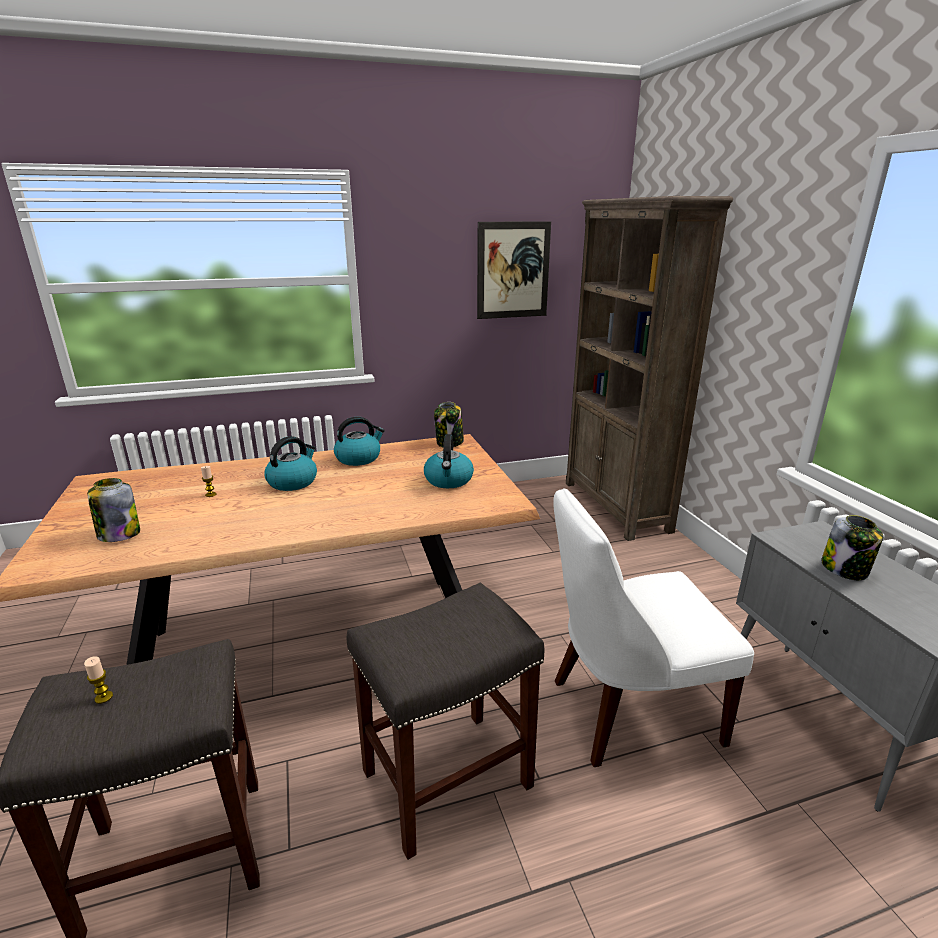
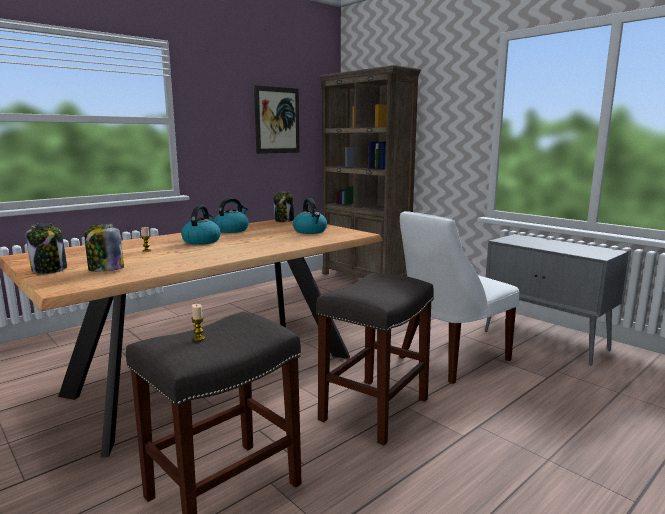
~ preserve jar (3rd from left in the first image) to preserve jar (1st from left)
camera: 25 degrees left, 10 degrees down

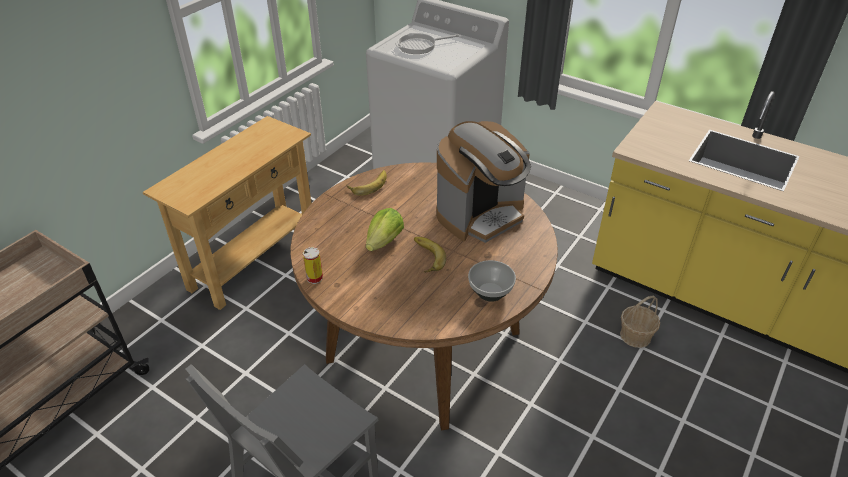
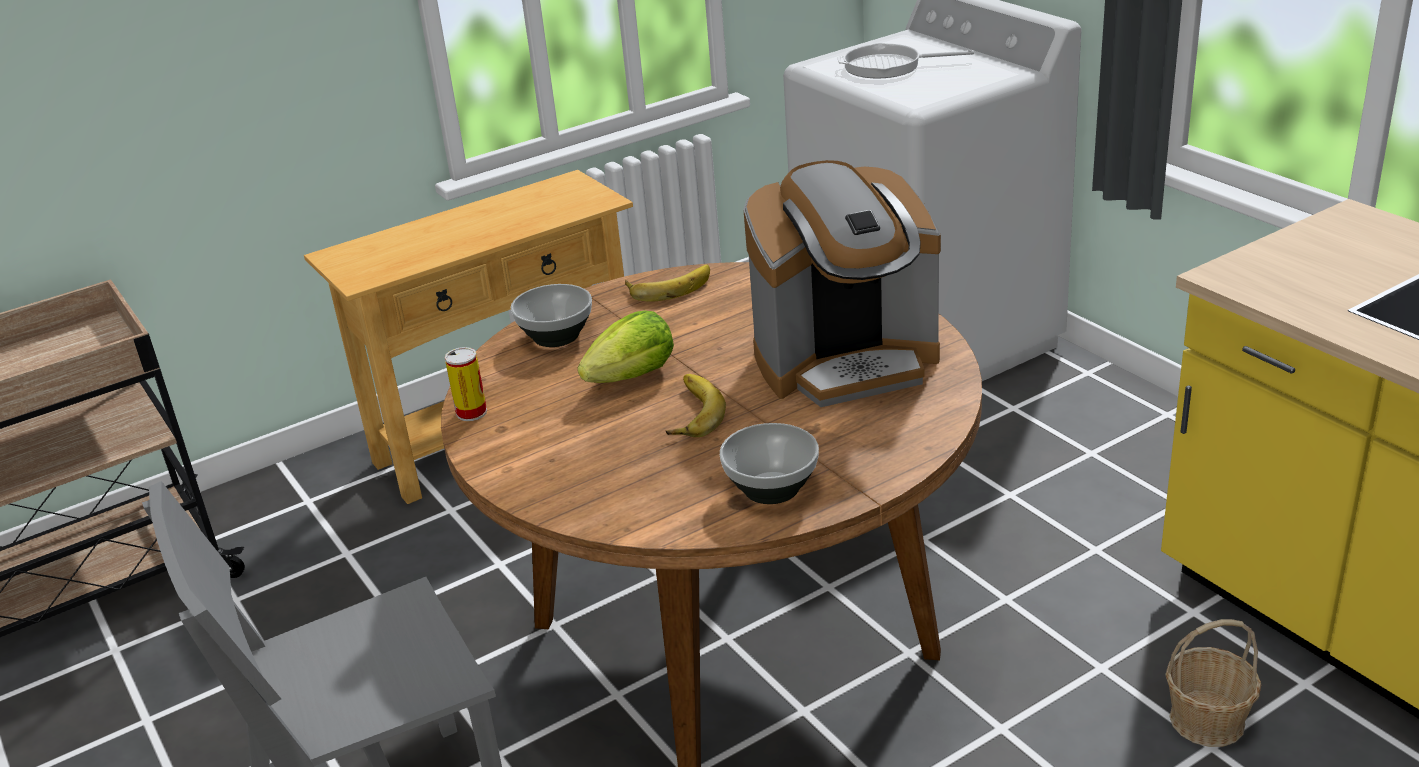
+ deep dish (1st from left)
camera: 25 degrees right, 10 degrees down

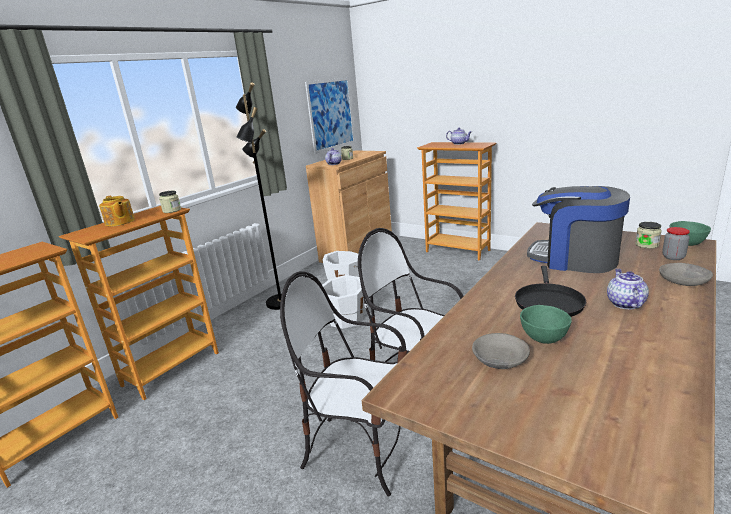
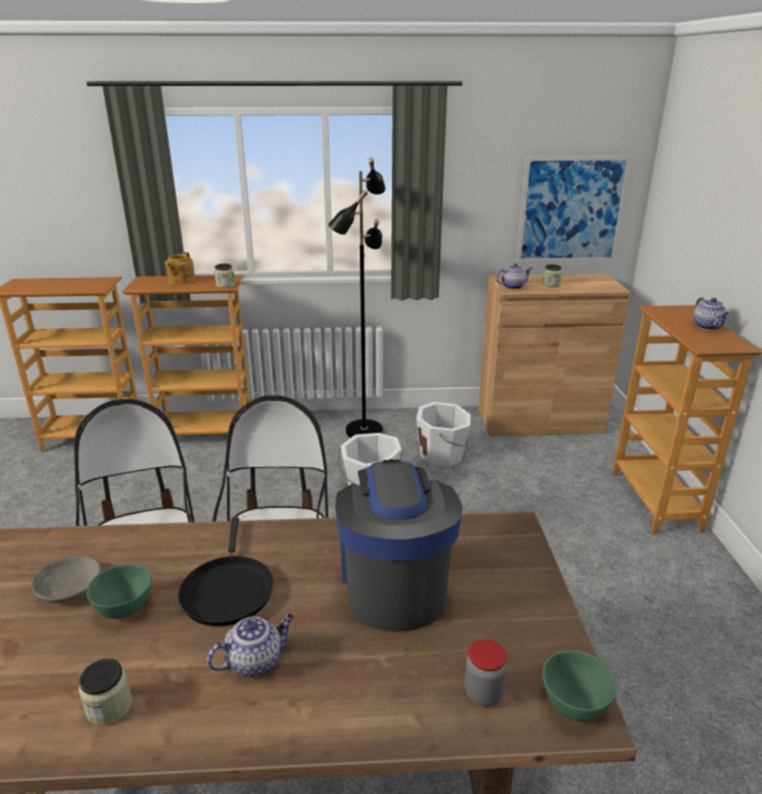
~ pan in black-coloured 75 degrees counterclockwise
~ preserve jar (3rd from left in the first image) to preserve jar (1st from left)
- deep dish in greyish (2nd from left)
camera: 50 degrees right, 5 degrees up

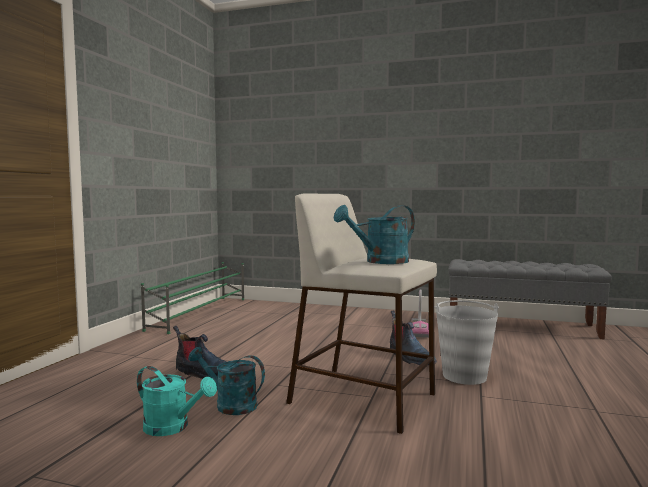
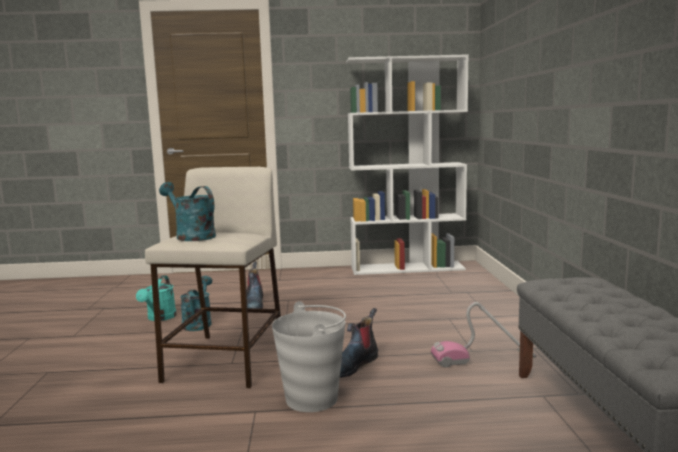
~ shoe shelf in greenish to bookshelf in white
camera: 70 degrees right, 5 degrees up

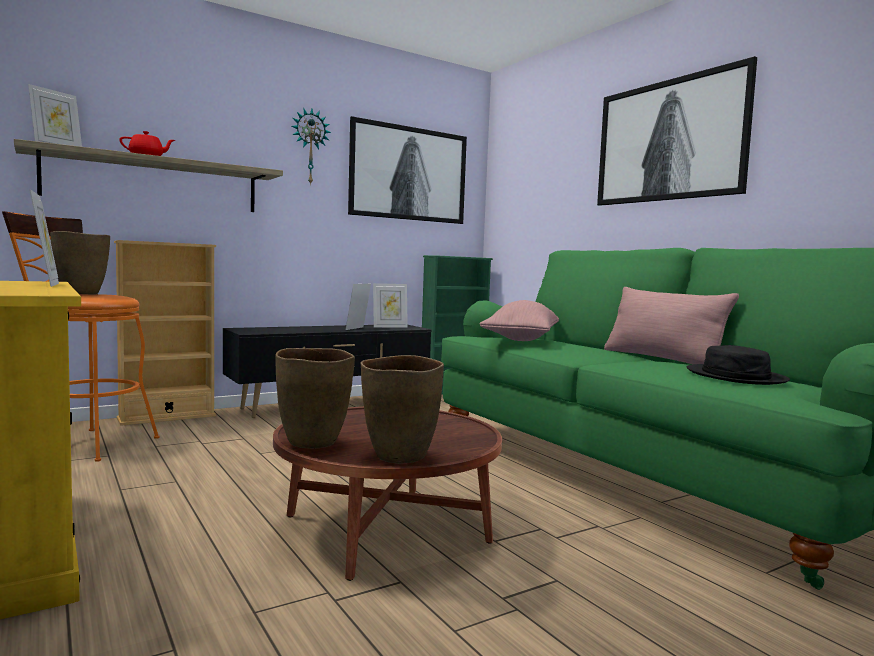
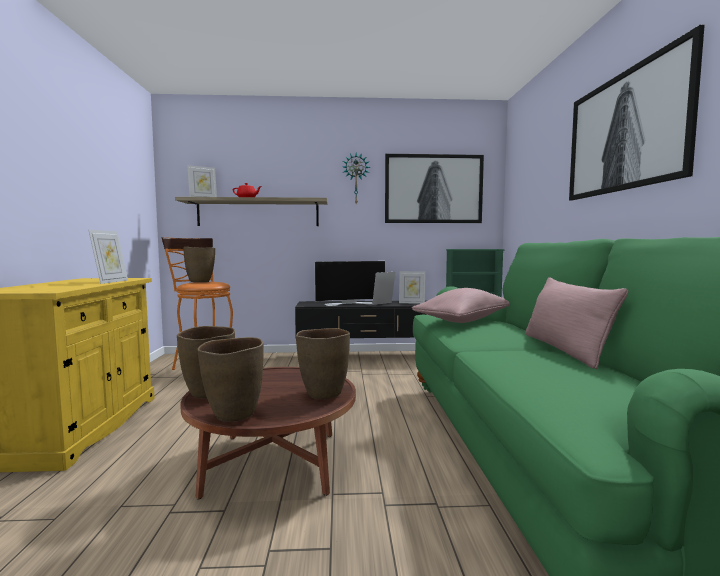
- bookshelf in beige
- wearable hat in black-coloured
+ decorative vase in brown (4th from left)
+ television
camera: 30 degrees right, 0 degrees up

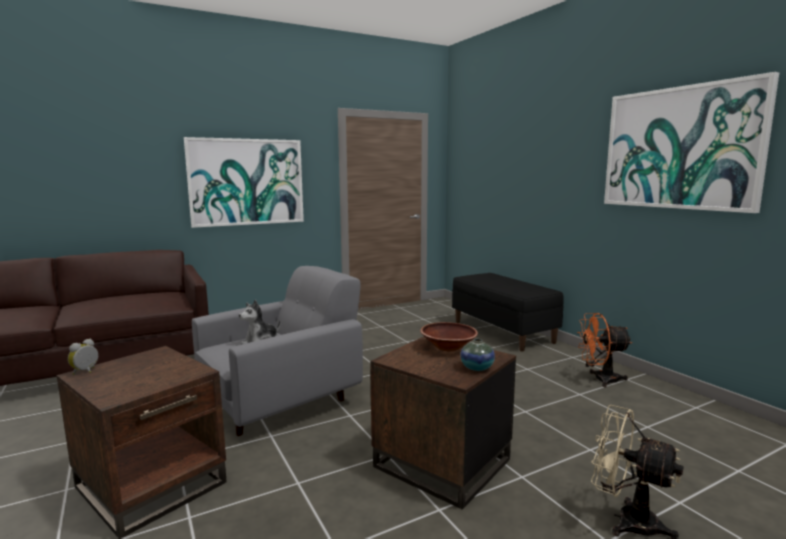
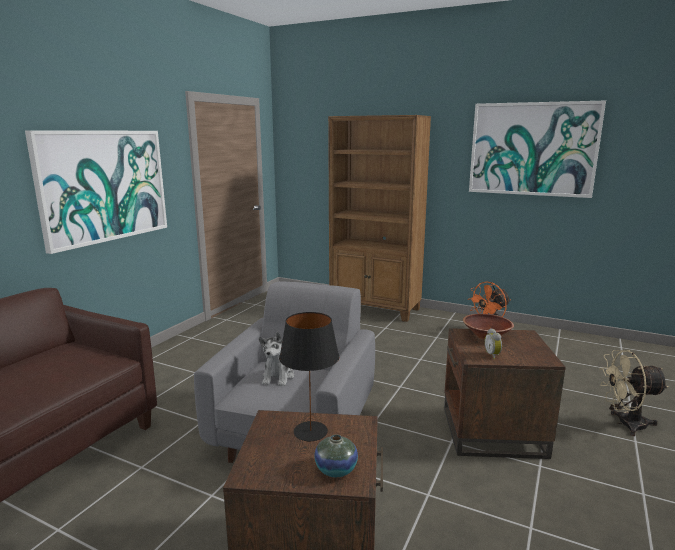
~ alarm clock
~ long seat in black-coloured to bookshelf in brown
~ decorative vase
+ tabletop lamp in black-coloured
camera: 35 degrees left, 5 degrees up

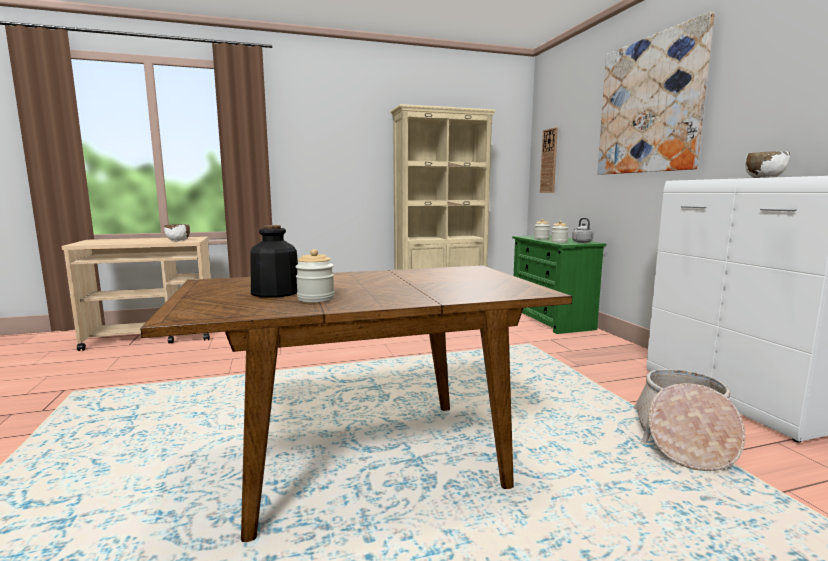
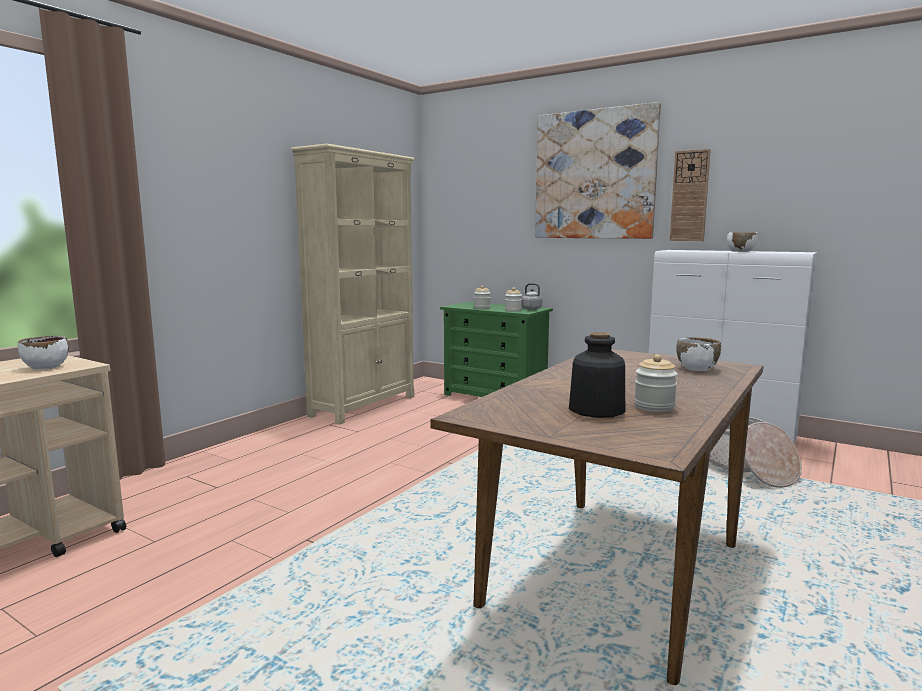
~ clock on the wall
+ deep dish in white (2nd from left)
camera: 40 degrees left, 0 degrees up

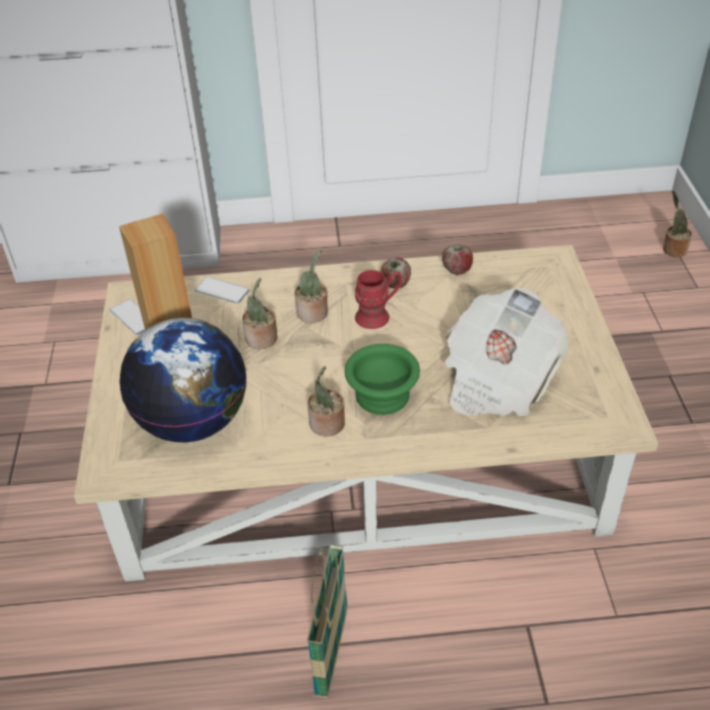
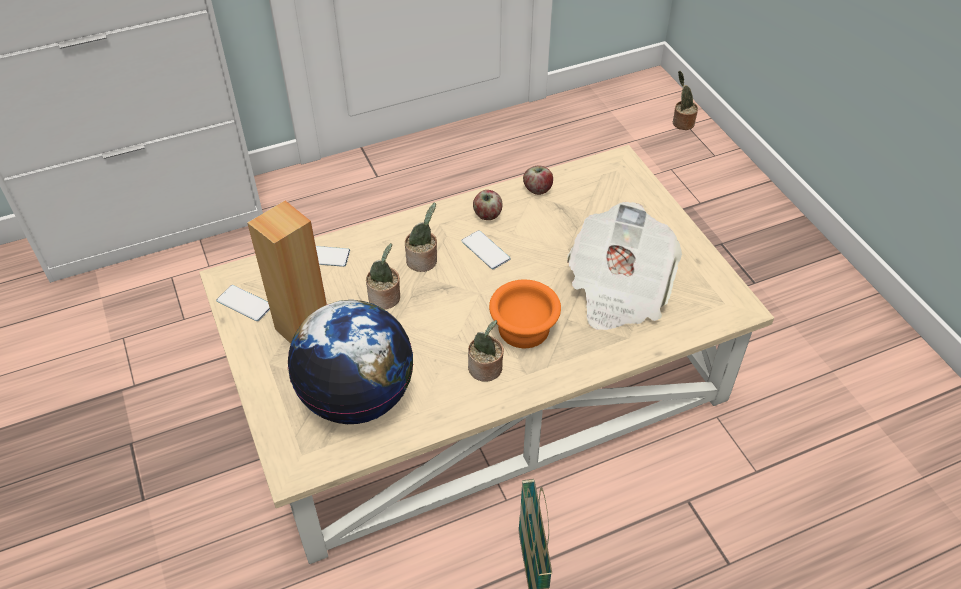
~ deep dish in greenish to deep dish in orangey
~ mug in reddish to phone (3rd from left)
camera: 20 degrees left, 5 degrees up

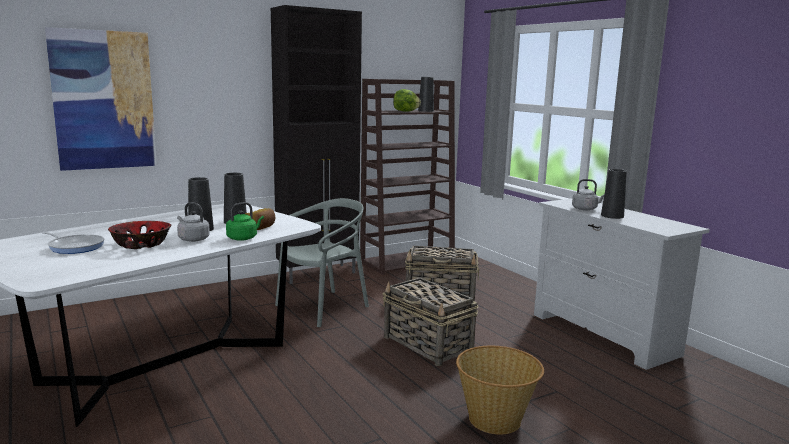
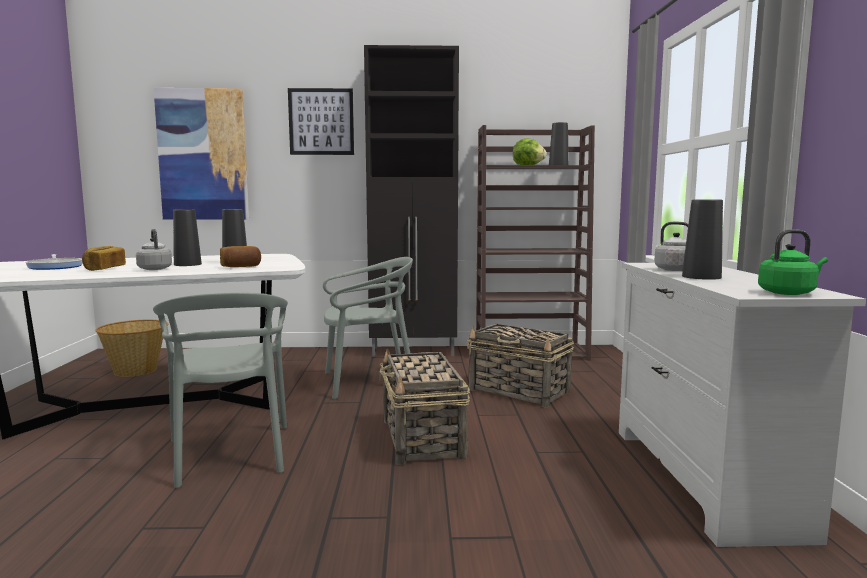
~ deep dish to baked bread (1st from left)
~ kettle in greenish
~ storage basket (3rd from left in the first image) to storage basket (1st from left)
+ chair in greyish (1st from left)
+ picture (2nd from left)
camera: 30 degrees right, 5 degrees down

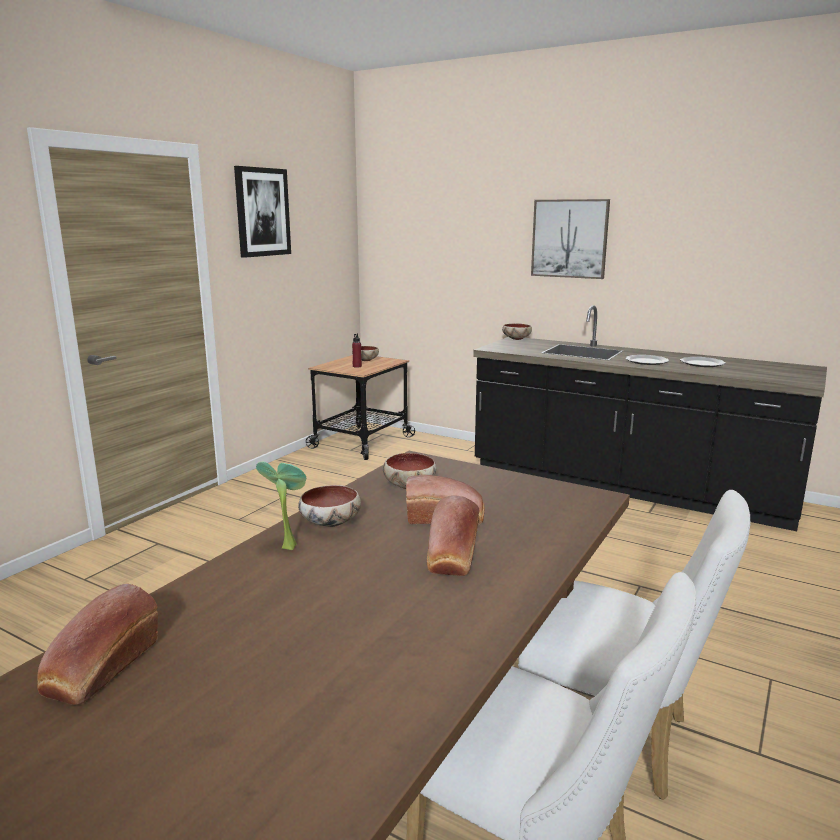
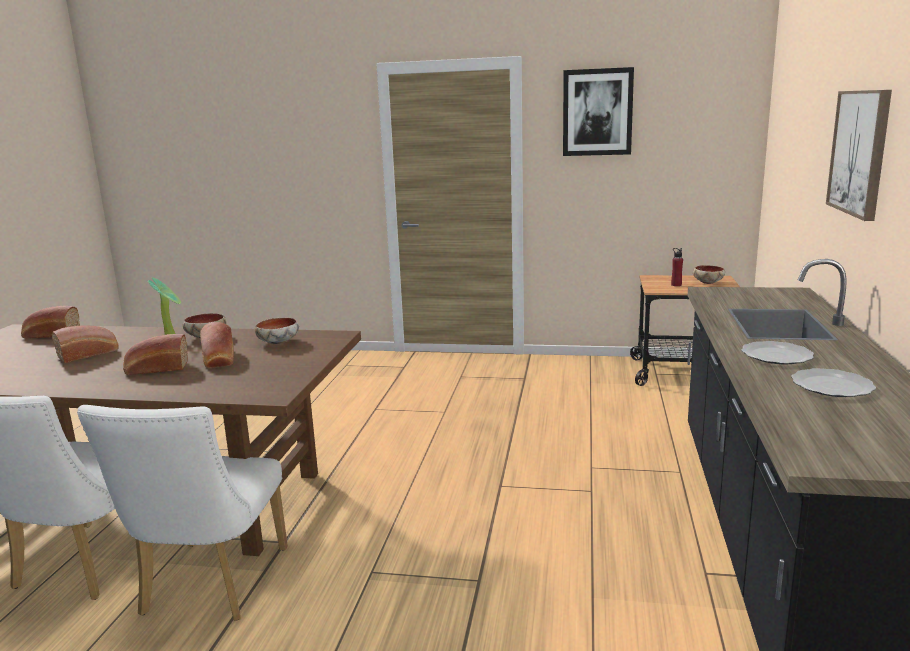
- deep dish (4th from left)
+ baked bread (2nd from left)
camera: 70 degrees right, 0 degrees up

